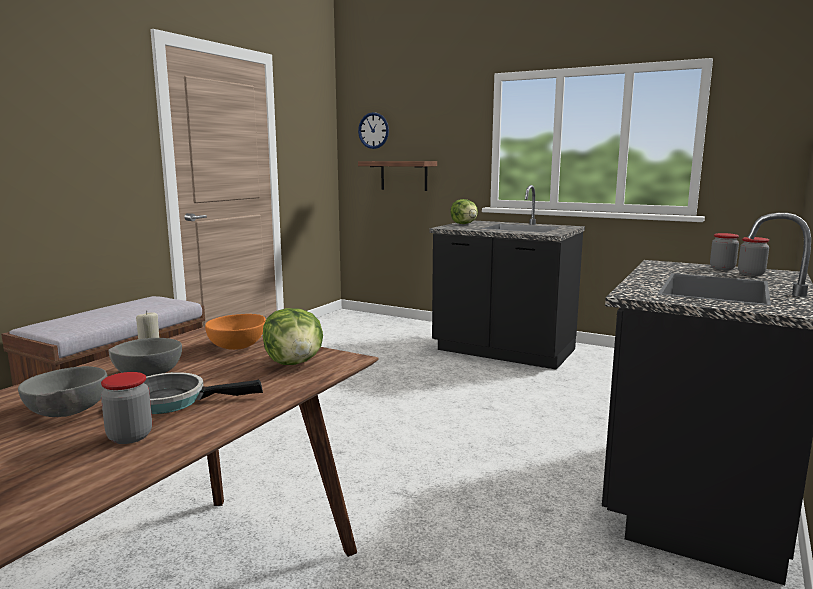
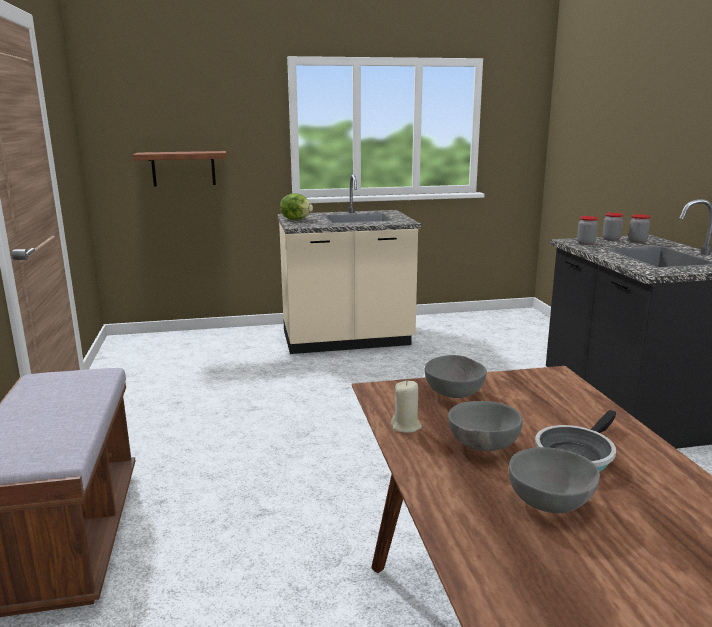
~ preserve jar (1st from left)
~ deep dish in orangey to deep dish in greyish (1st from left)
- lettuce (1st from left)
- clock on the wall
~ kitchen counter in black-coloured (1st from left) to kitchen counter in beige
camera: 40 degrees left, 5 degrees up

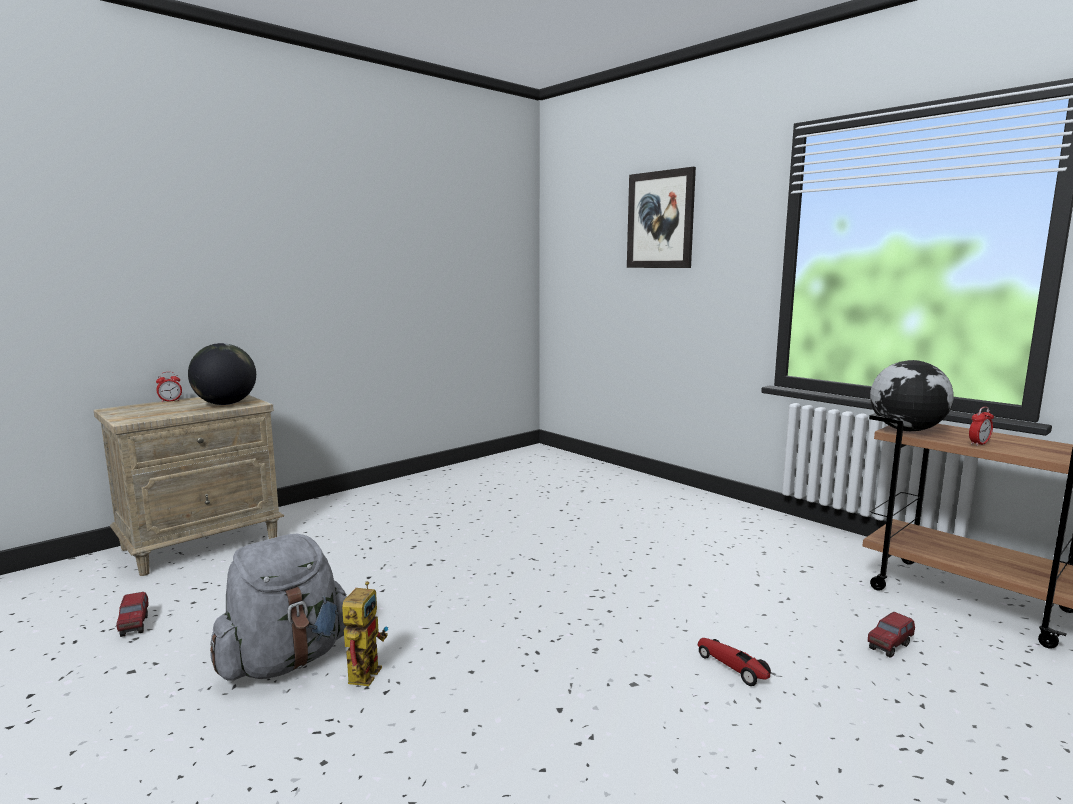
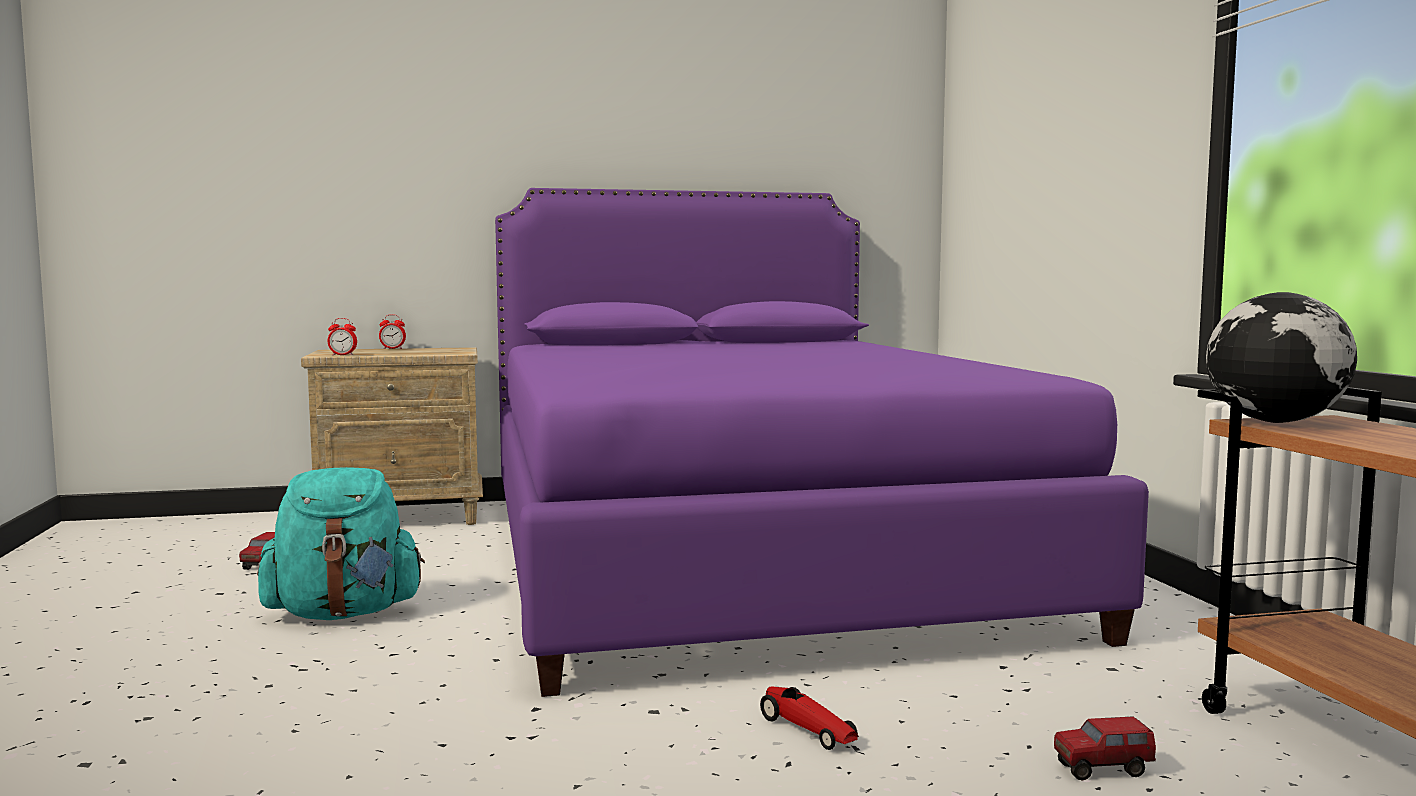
- globe (1st from left)
~ rucksack in greyish to rucksack in turquoise
- toy robot
- picture
~ model car 150 degrees clockwise
~ alarm clock (2nd from left in the first image) to alarm clock (1st from left)
+ bedroom bed in purple
camera: 30 degrees right, 5 degrees down

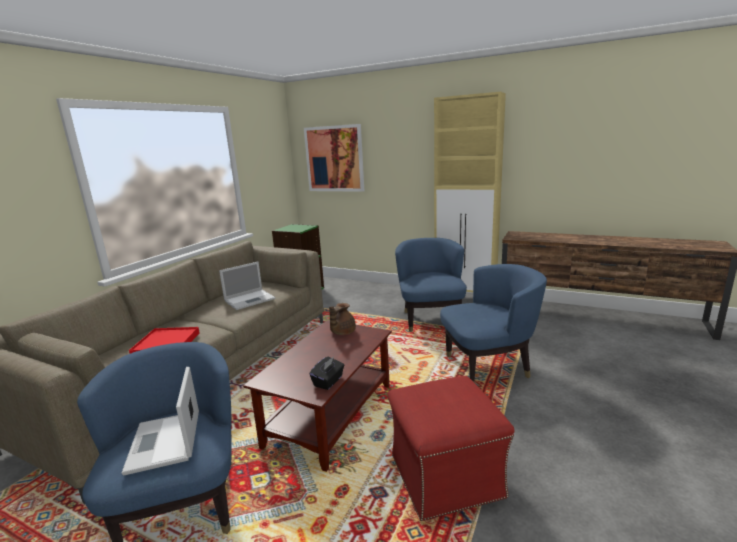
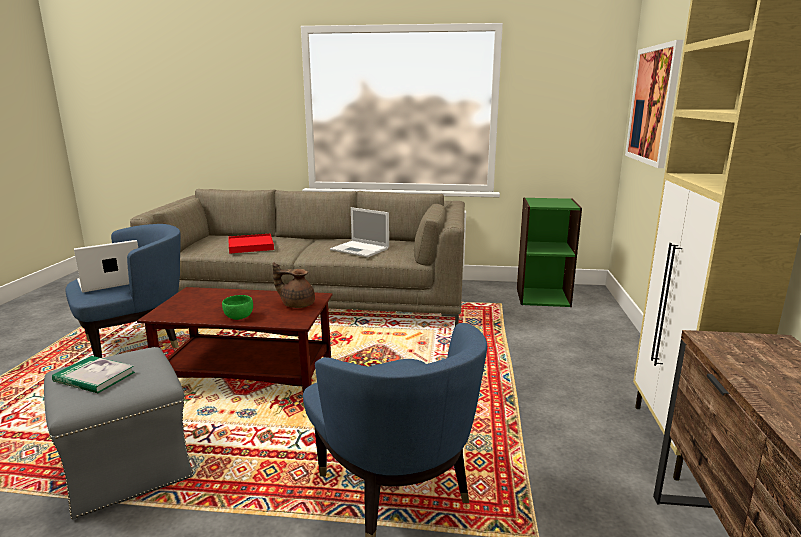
- tissue holder in black-coloured
~ footrest in reddish to footrest in greyish
- easy chair in bluish (2nd from left)
+ volume
+ deep dish in greenish
camera: 70 degrees right, 0 degrees up

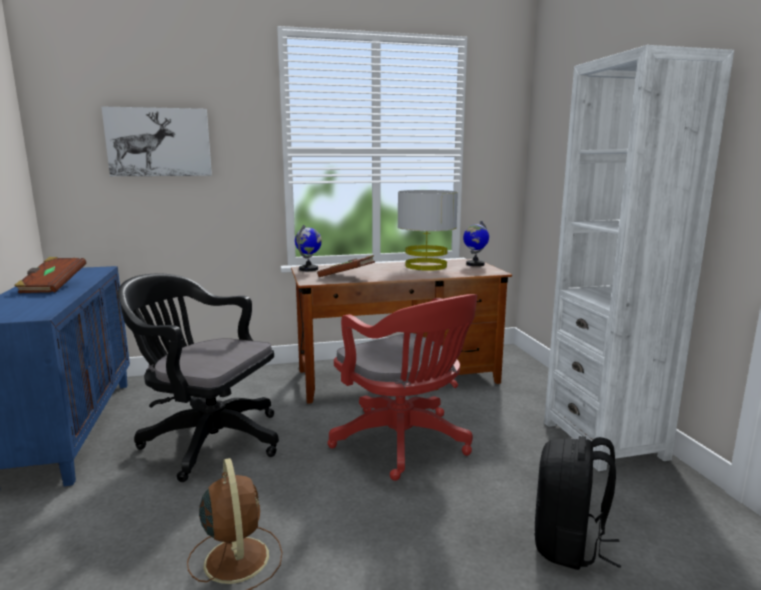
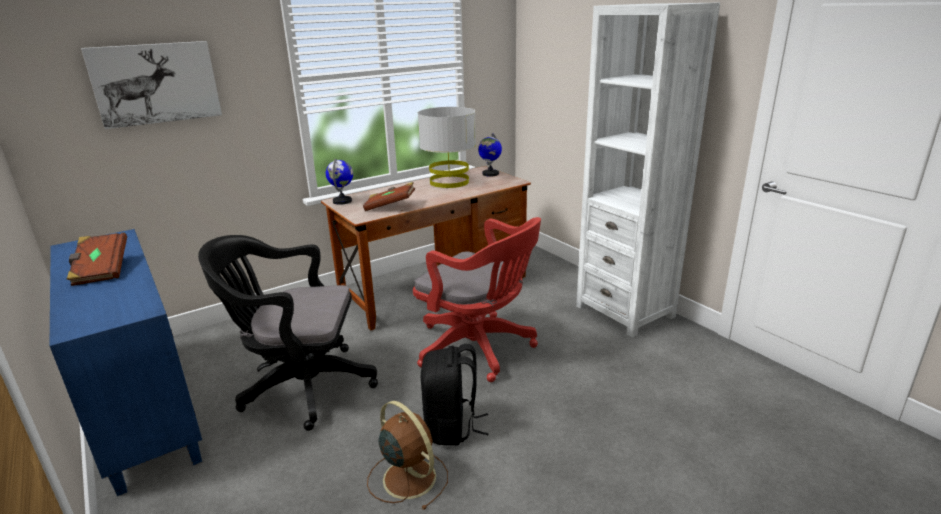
~ rucksack in black-coloured
camera: 20 degrees left, 10 degrees up

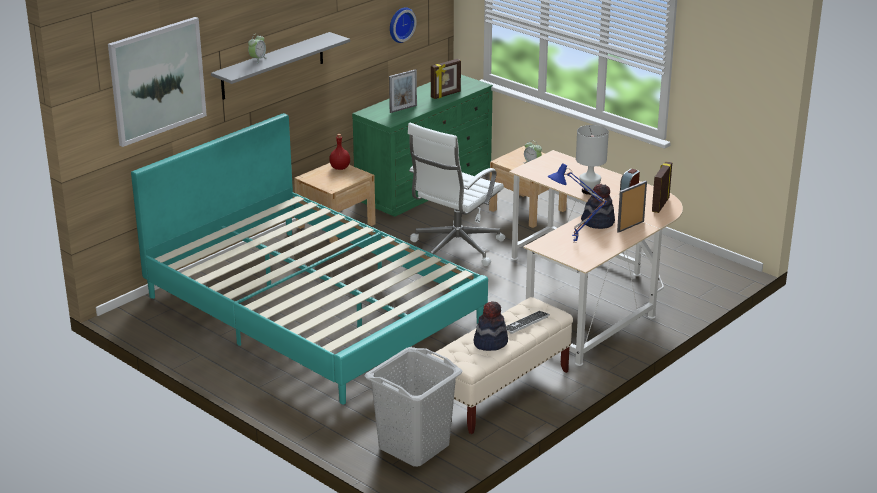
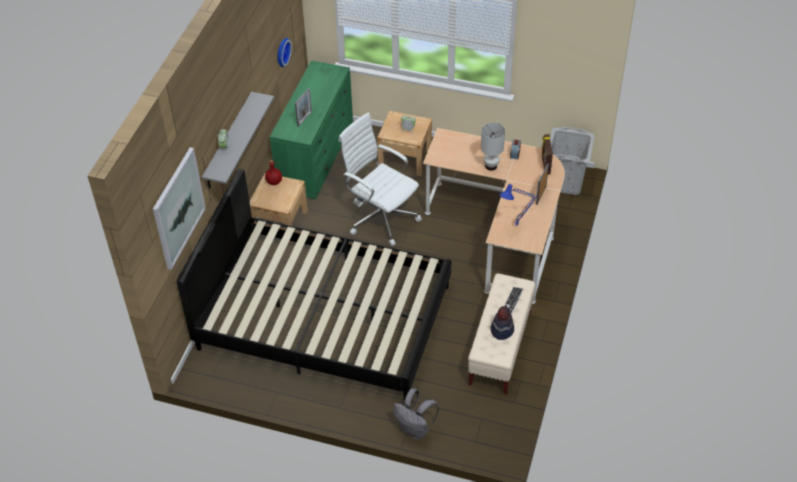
~ bedroom bed in turquoise to bedroom bed in black-coloured
~ laundry basket in greyish
~ computer chair in white 120 degrees clockwise
- picture frame (2nd from left)
- wearable hat (2nd from left)
+ rucksack in greyish
camera: 25 degrees left, 20 degrees up

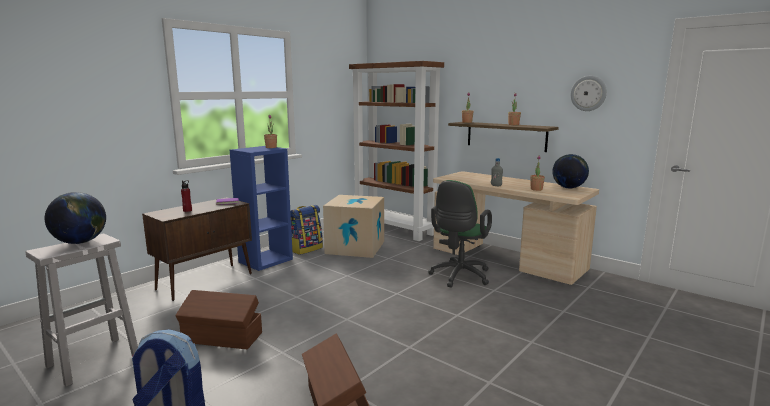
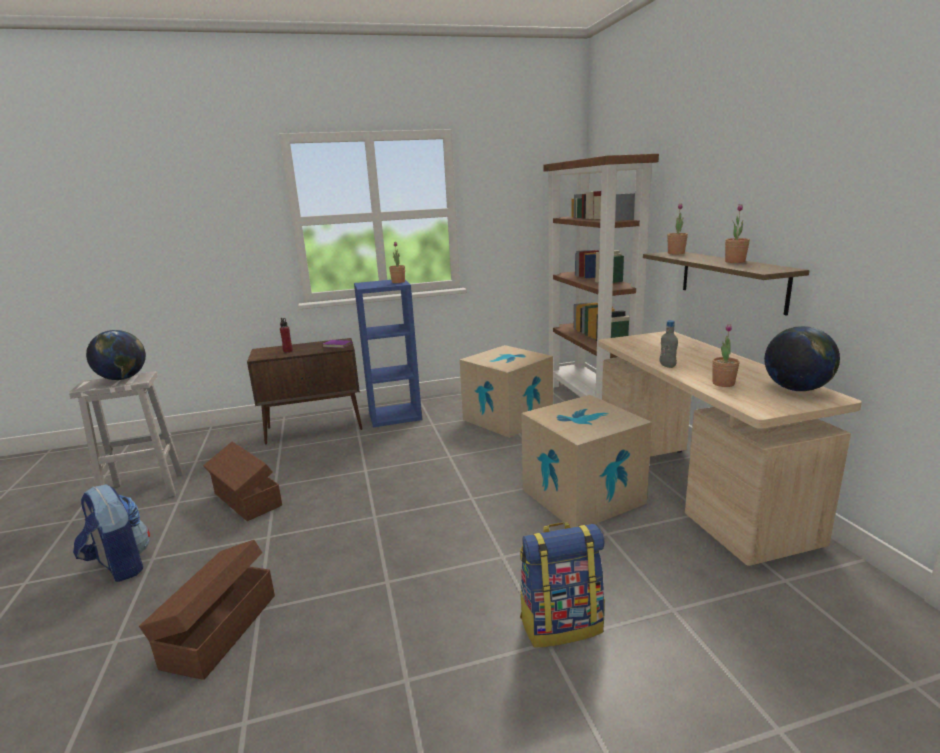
~ rucksack (2nd from left)
~ computer chair in greenish to packing box (2nd from left)
- clock on the wall
camera: 35 degrees right, 5 degrees up

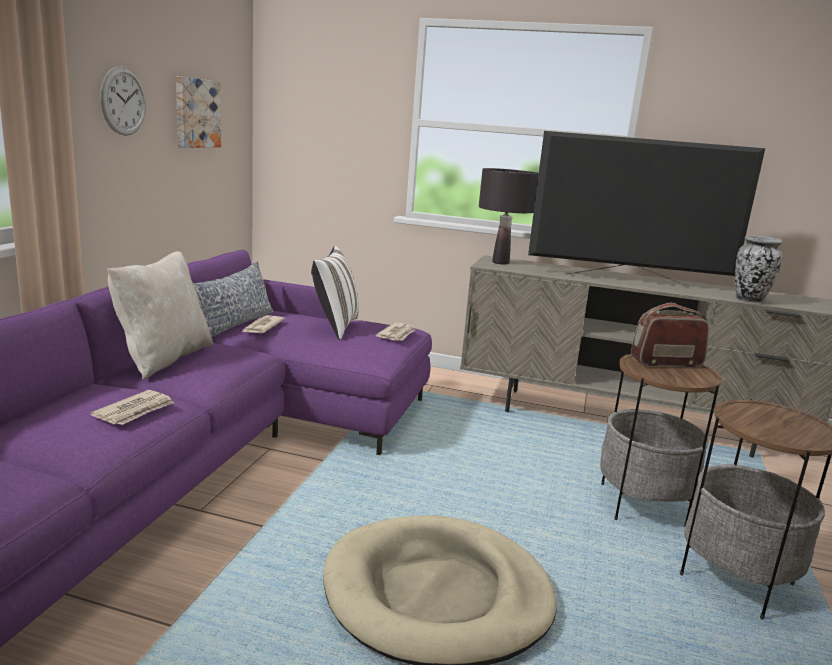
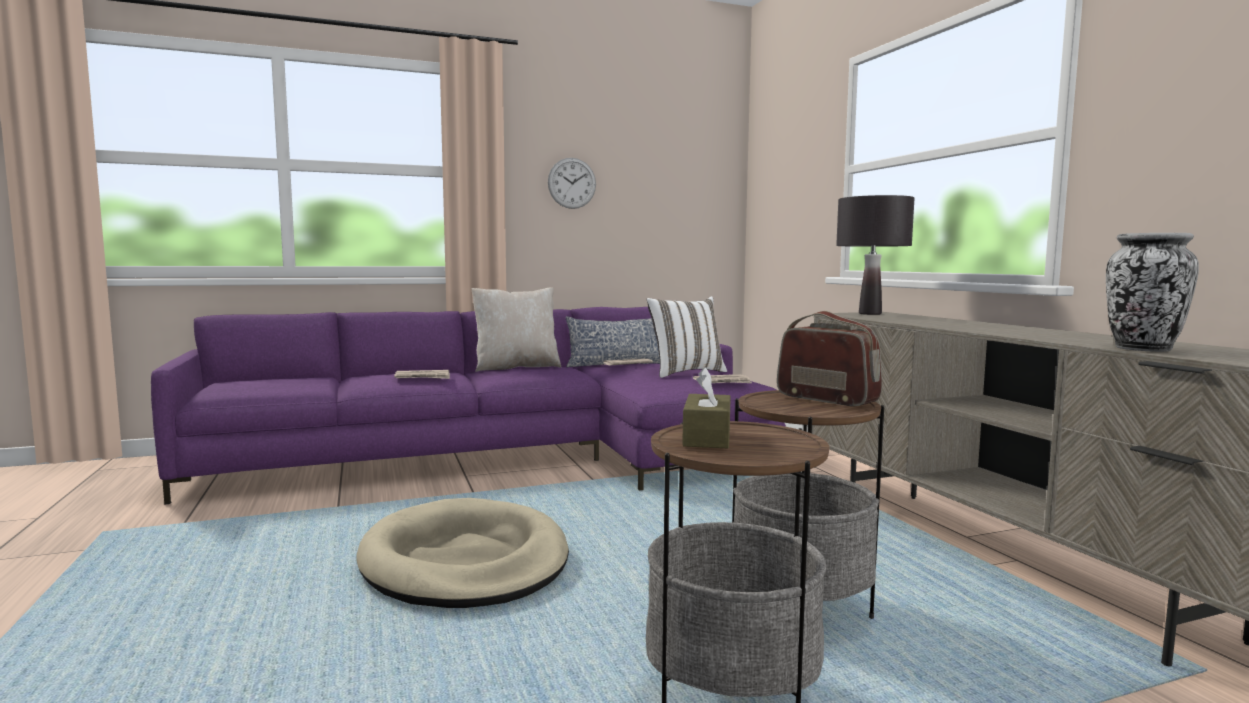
- picture
- television
+ tissue holder in brown
camera: 55 degrees right, 10 degrees down

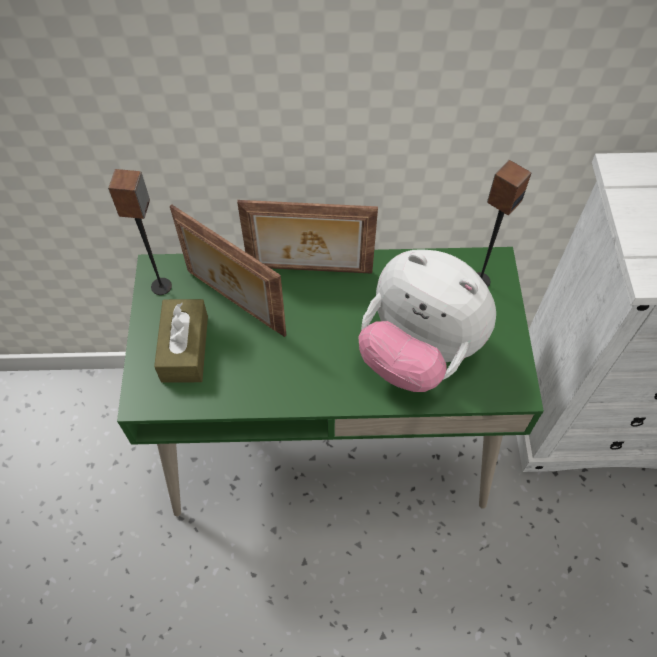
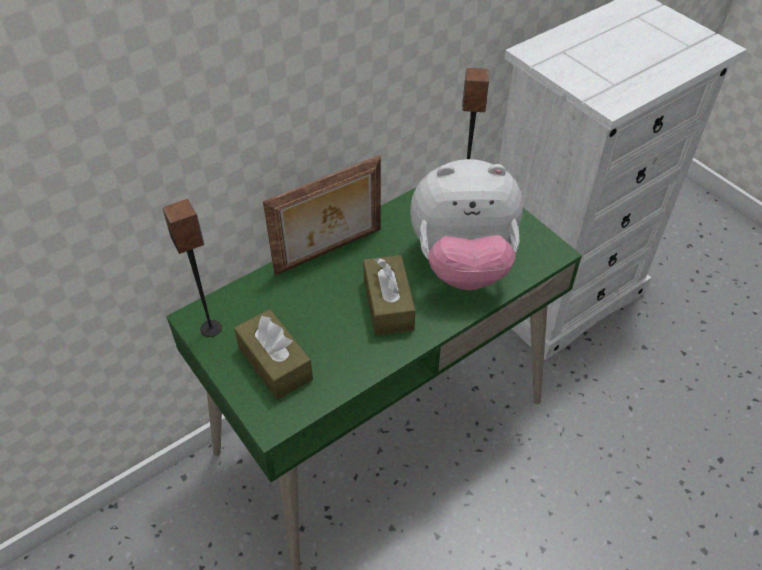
- picture frame (1st from left)
+ tissue holder in brown (2nd from left)
camera: 35 degrees left, 10 degrees down

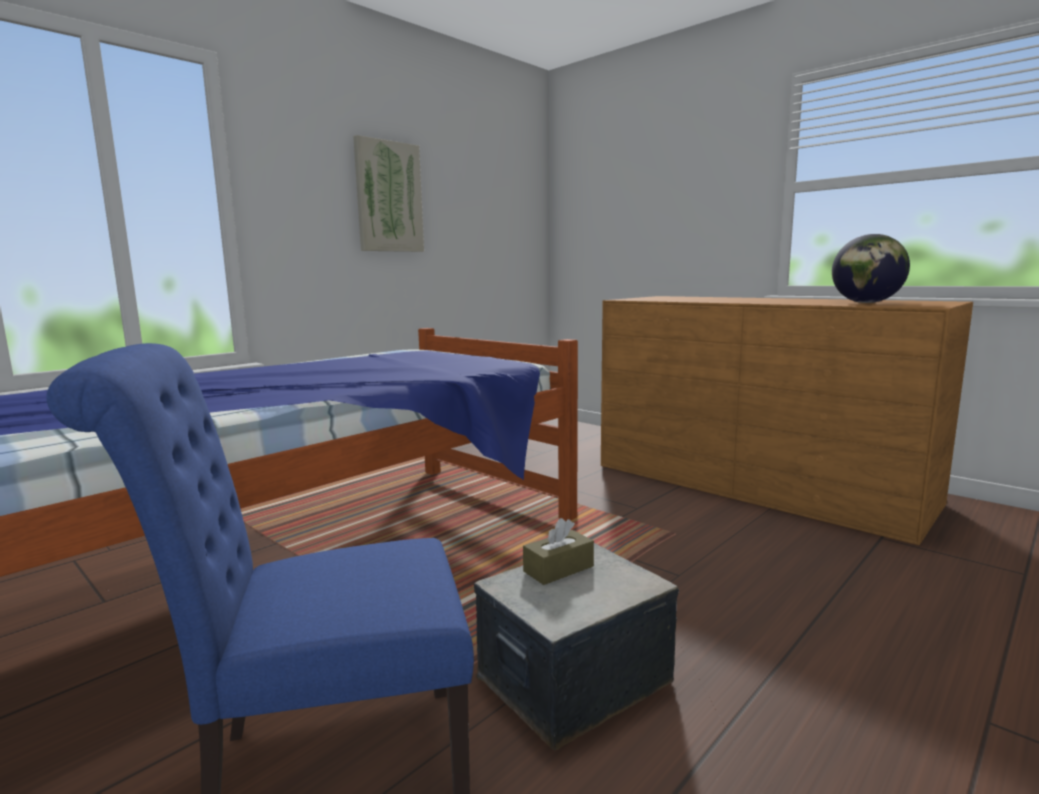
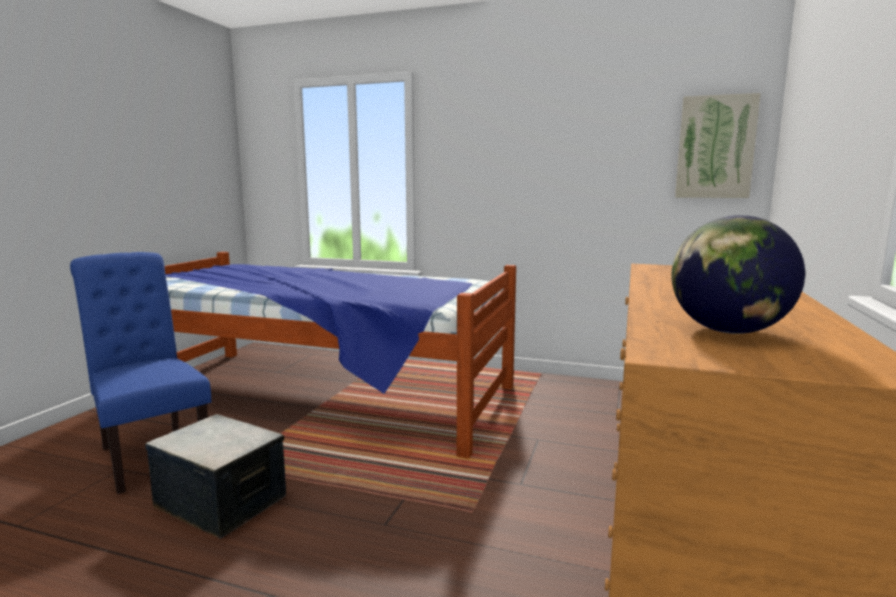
~ picture
- tissue holder in brown
camera: 65 degrees right, 0 degrees up

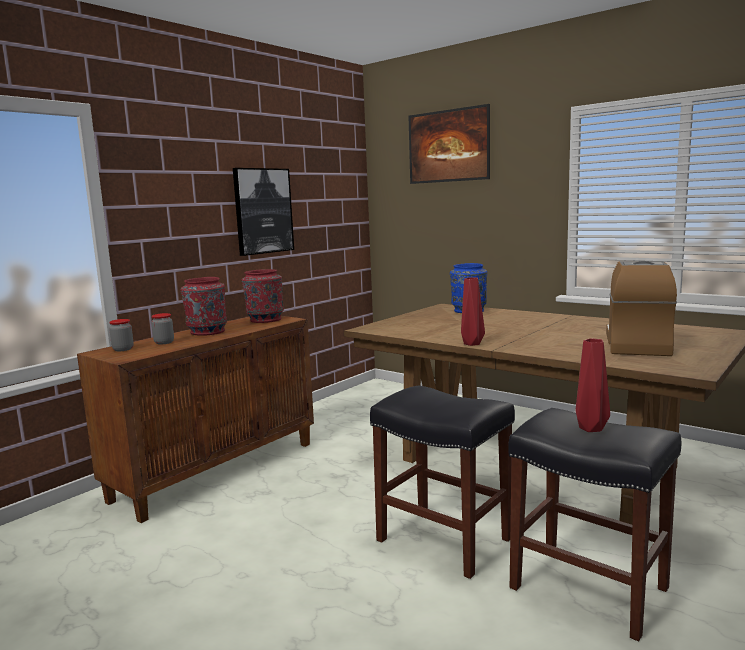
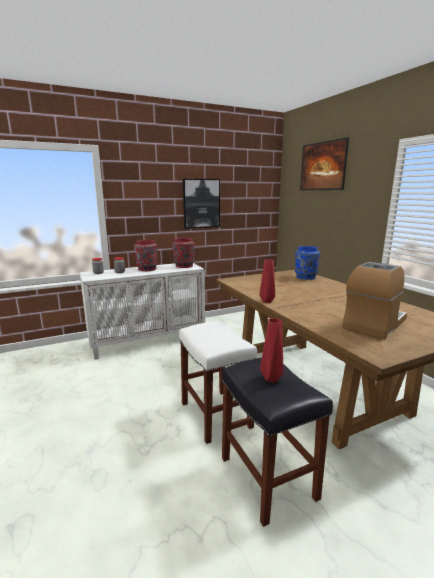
~ cabinet in brown to cabinet in white
~ stool seat in black-coloured (1st from left) to stool seat in white
camera: 25 degrees right, 5 degrees up

